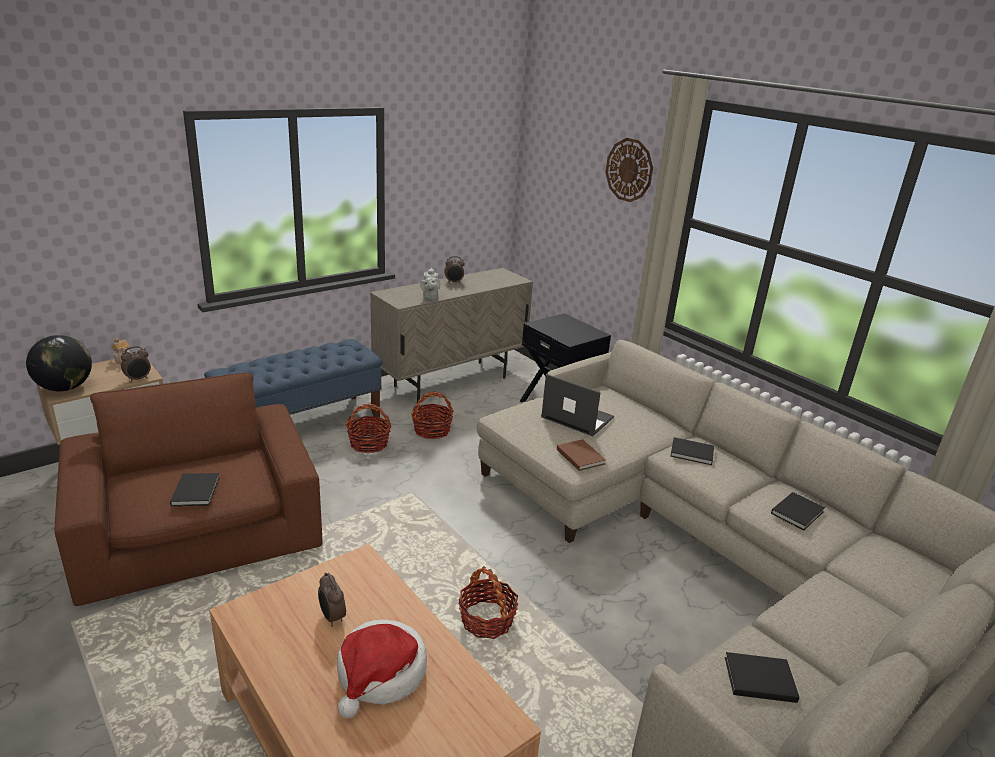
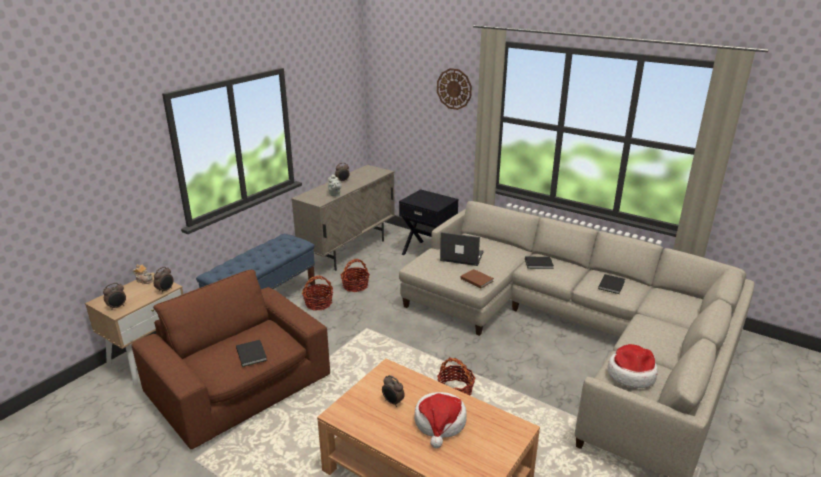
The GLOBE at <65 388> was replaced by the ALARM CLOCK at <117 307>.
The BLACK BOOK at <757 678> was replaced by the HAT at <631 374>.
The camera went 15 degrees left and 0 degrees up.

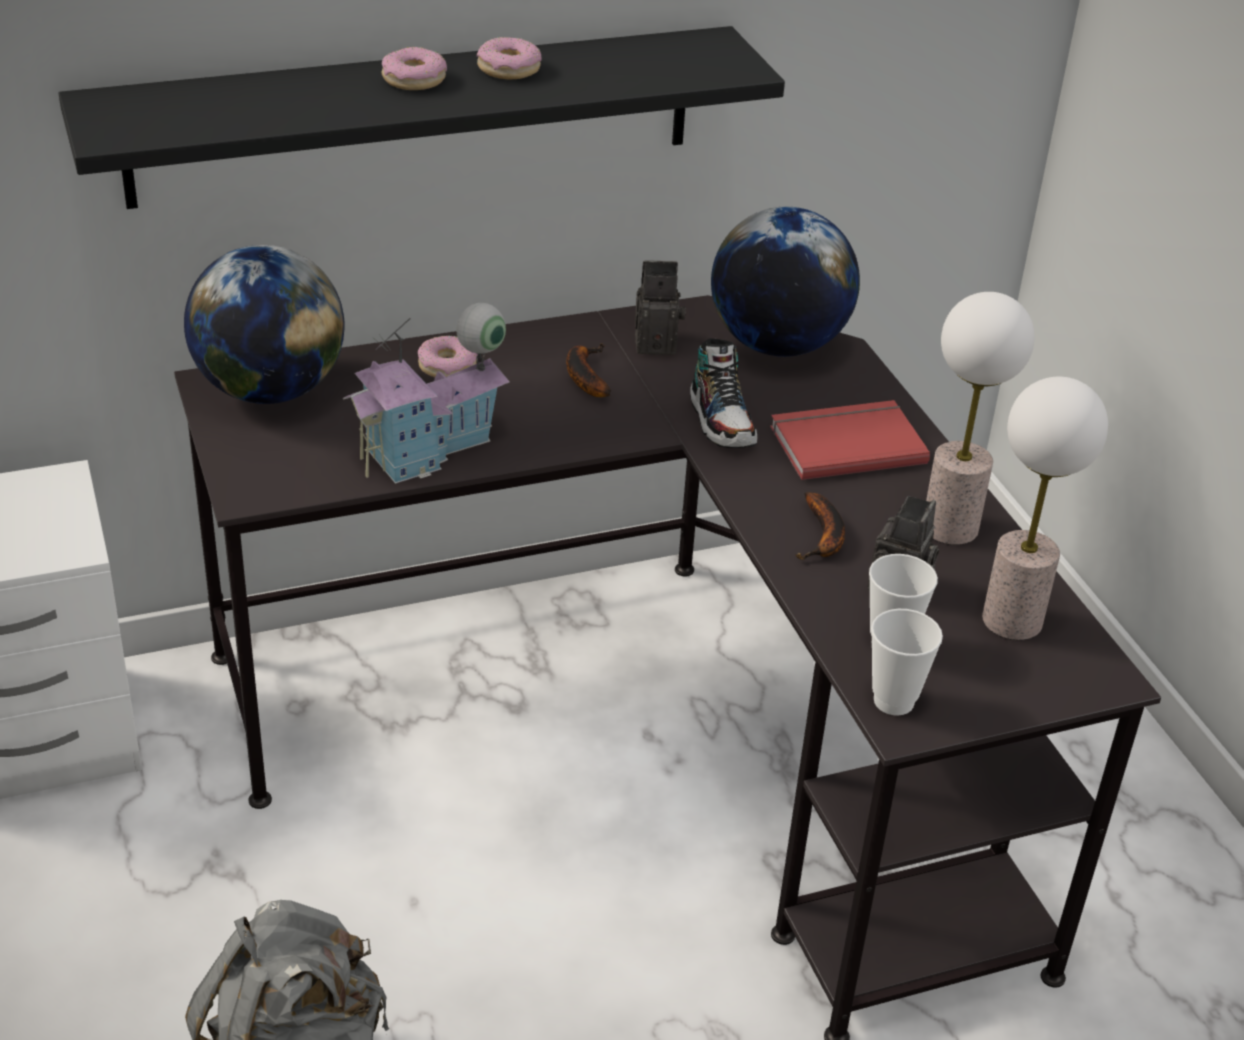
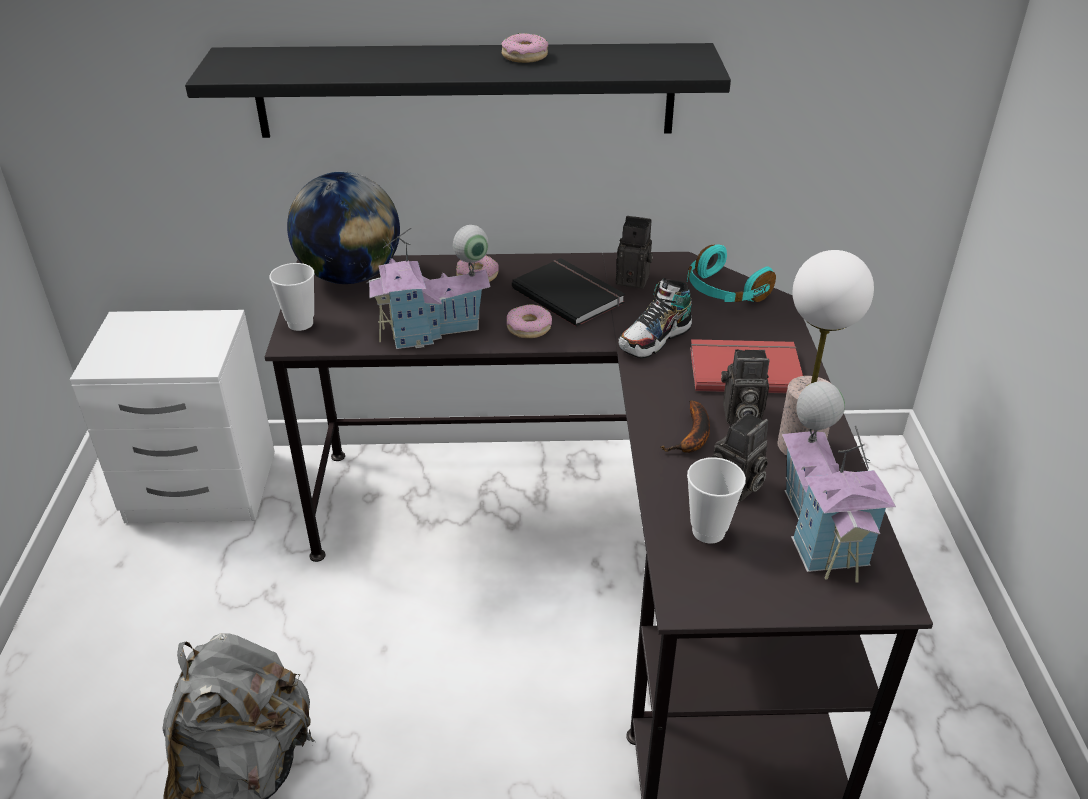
The DONUT moved from <413 79> to <528 328>.
The GLOBE at <777 345> was replaced by the TURQUOISE HEADPHONES at <724 291>.
The SHOE at <722 421> turned 45 degrees clockwise.
The BANANA at <584 375> was replaced by the BLACK BOOK at <569 294>.
The TABLE LAMP at <1011 620> was replaced by the TOY HOUSE at <821 530>.
The CUP moved from <893 701> to <300 323>.
The PHOTO CAMERA at <740 415> appeared.
The camera went 20 degrees right and 0 degrees up.

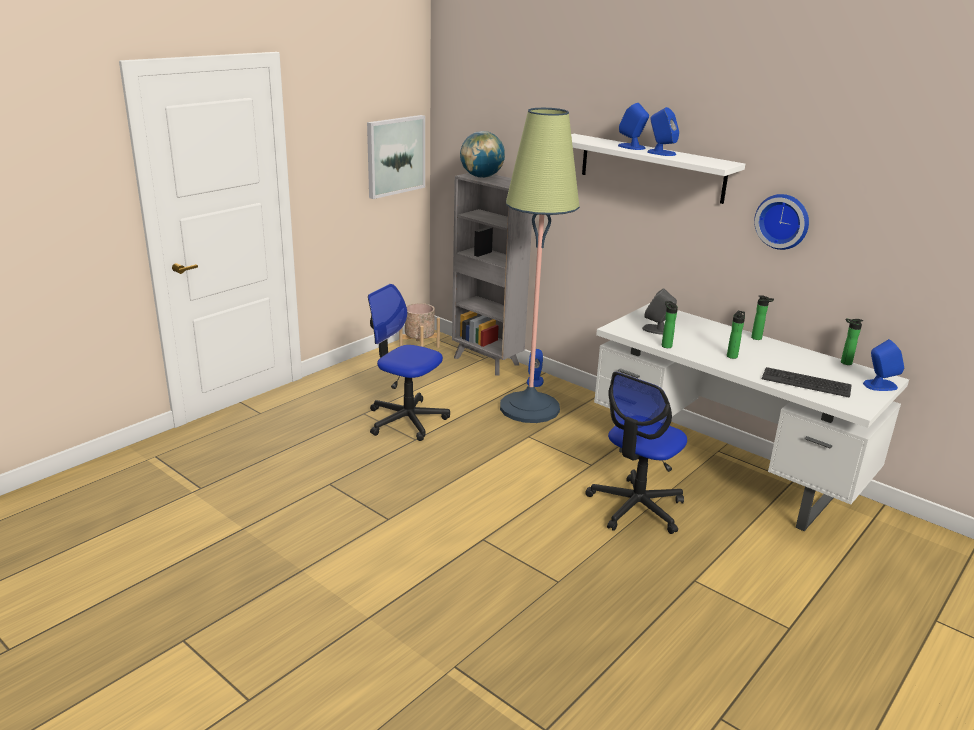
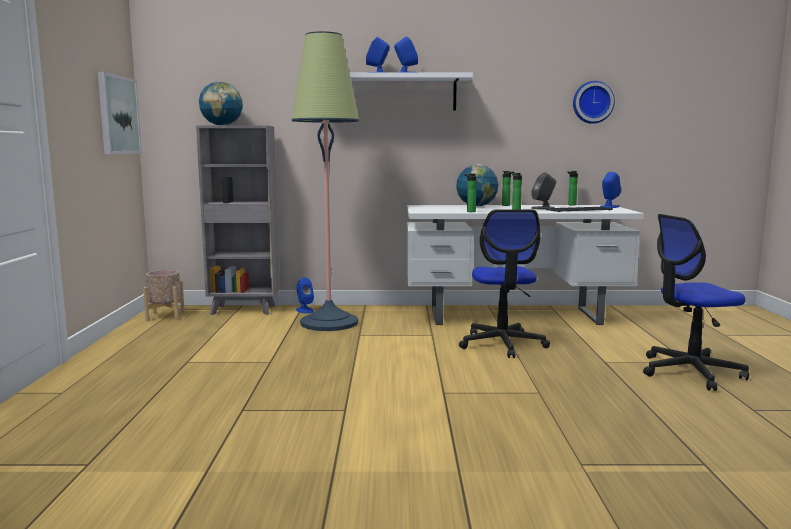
The WALL CLOCK moved from <783 221> to <592 102>.
The OFFICE CHAIR moved from <406 420> to <690 372>.
The GREY SPEAKER moved from <657 330> to <543 208>.
The GLOBE at <476 206> appeared.
The camera went 40 degrees left and 15 degrees down.

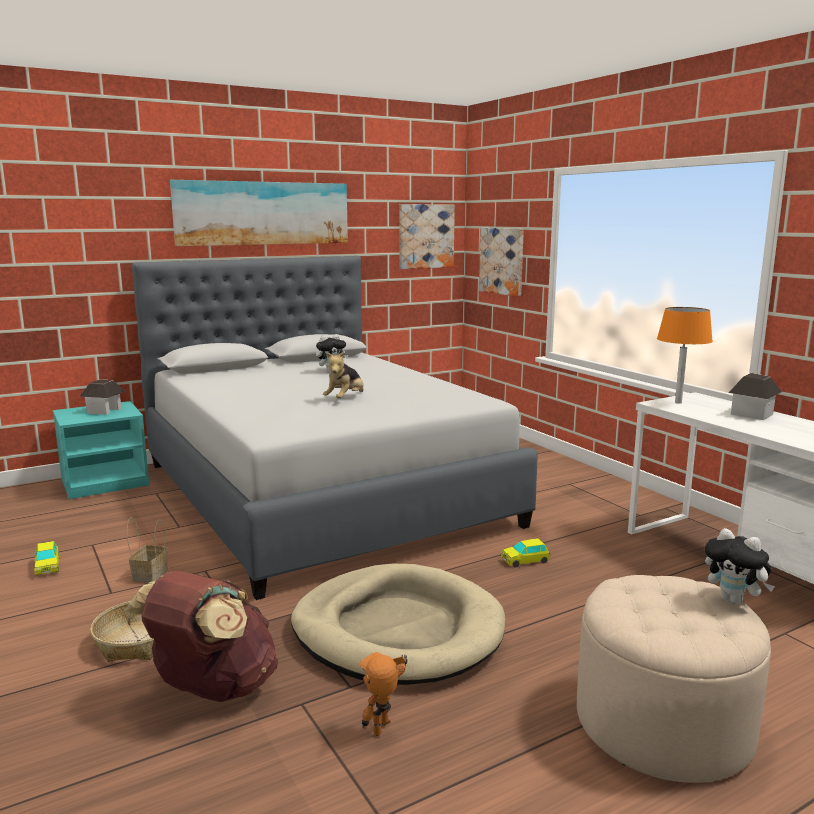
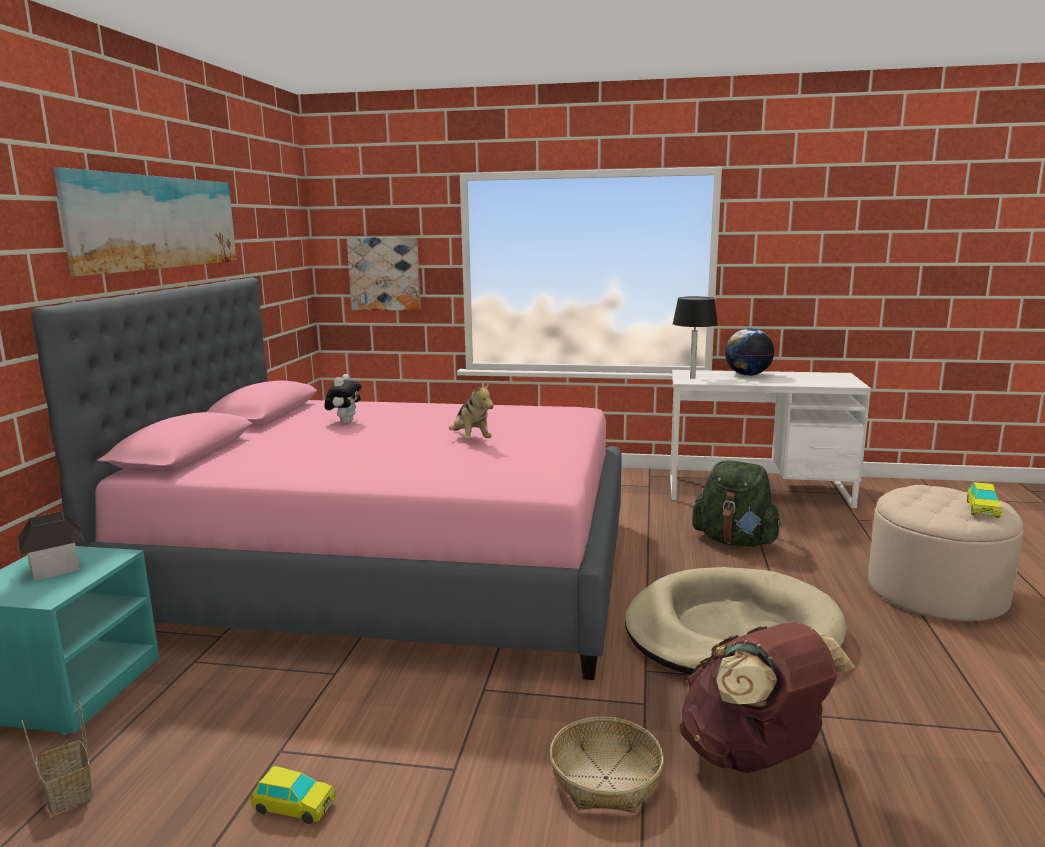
The PICTURE at <425 236> disappeared.
The GREY BED at <321 493> became the PINK BED at <392 571>.
The ORANGE TABLE LAMP at <678 402> became the BLACK TABLE LAMP at <692 378>.
The TOY HOUSE at <752 414> was replaced by the GLOBE at <747 375>.
The BASKET moved from <150 574> to <67 792>.
The PLUSH TOY at <734 600> disappeared.
The TOY CAR moved from <525 561> to <982 510>.
The TOY ROBOT at <386 730> disappeared.
The GREEN BACKPACK at <735 541> appeared.
The camera went 50 degrees left and 0 degrees up.

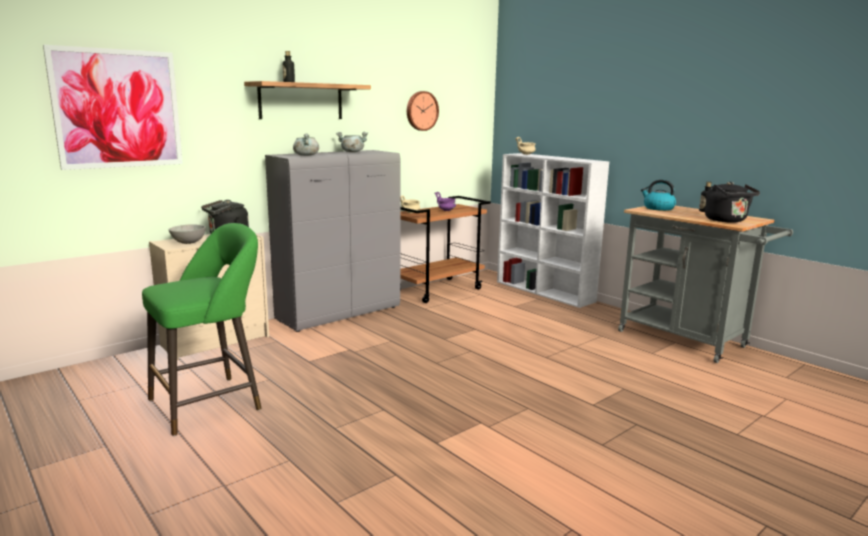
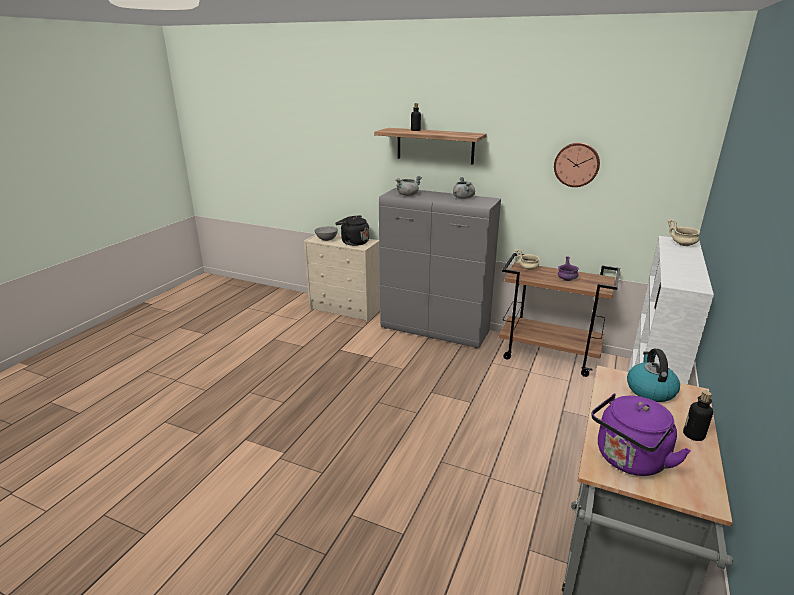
The PICTURE at <118 109> disappeared.
The BLACK KETTLE at <727 221> became the PURPLE KETTLE at <628 460>.
The GREEN STOOL at <211 403> disappeared.
The camera went 65 degrees right and 10 degrees up.

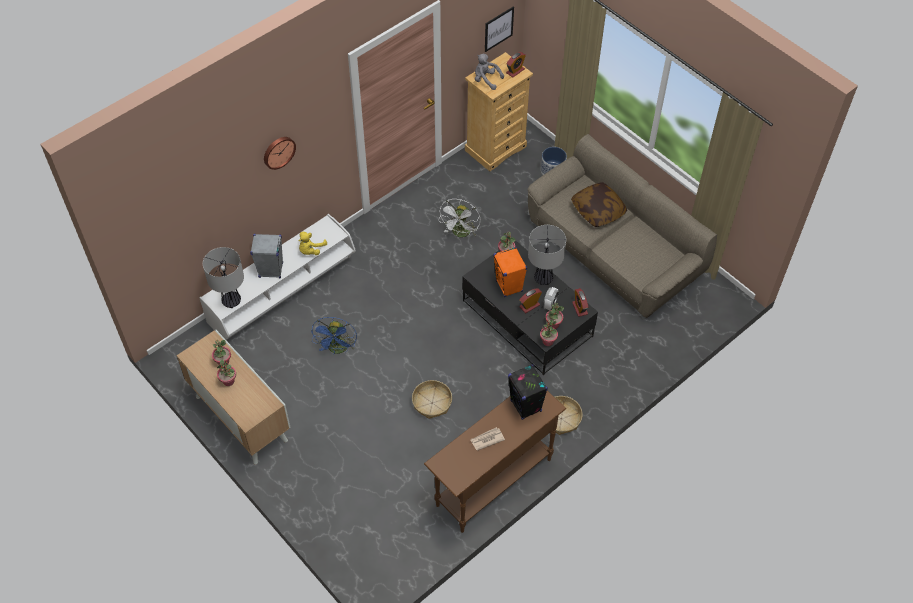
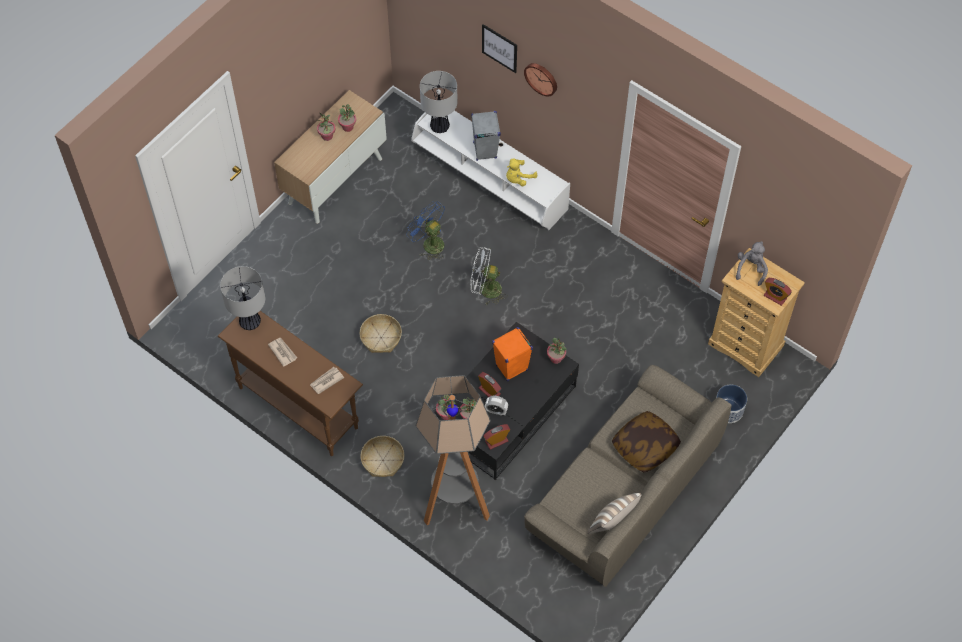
The PICTURE moved from <498 29> to <499 48>.
The WHITE FAN moved from <460 234> to <485 289>.
The TABLE LAMP moved from <543 279> to <250 322>.
The YELLOW PLUSH TOY at <311 250> turned 60 degrees counterclockwise.
The BLUE FAN at <338 349> turned 45 degrees clockwise.
The BLACK SPEAKER at <526 406> was replaced by the NEWSPAPER at <326 381>.
The FLOOR LAMP at <455 503> appeared.
The PILLOW at <612 524> appeared.
The camera went 80 degrees right and 5 degrees up.

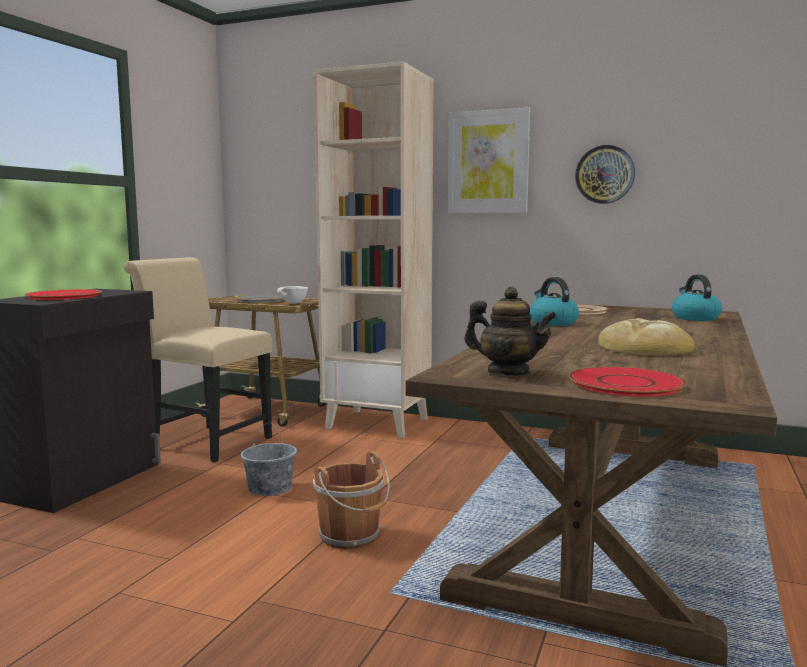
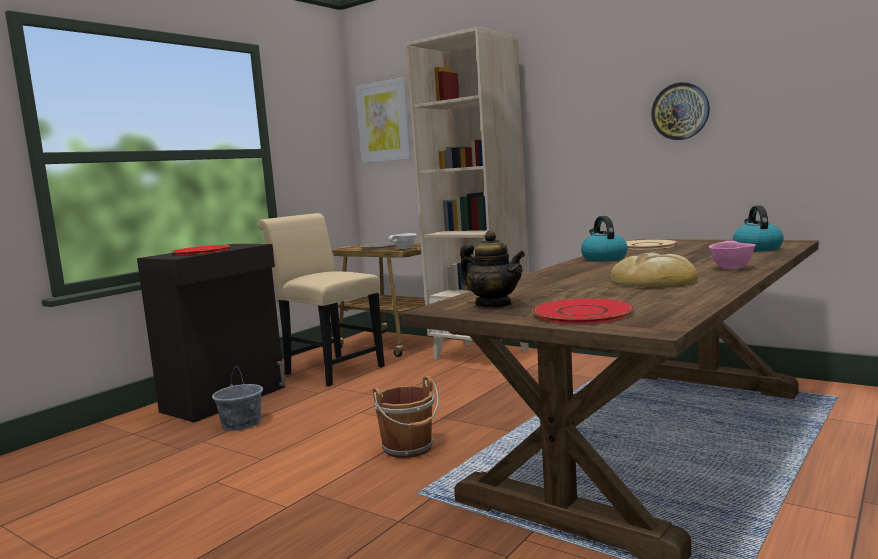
The PICTURE moved from <488 162> to <384 121>.
The GREY BUCKET moved from <270 488> to <241 423>.
The PINK BOWL at <730 268> appeared.
The camera went 15 degrees right and 0 degrees up.

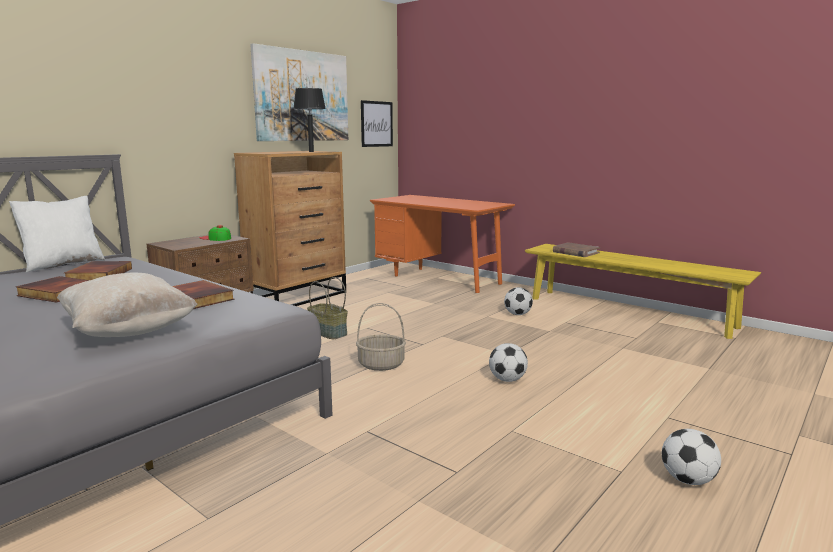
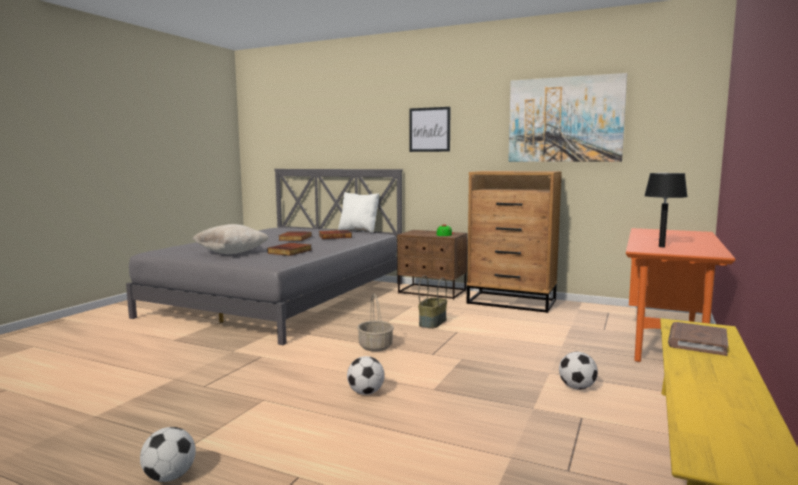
The BLACK TABLE LAMP moved from <311 151> to <662 246>.
The PICTURE moved from <376 124> to <429 129>.
The camera went 75 degrees right and 5 degrees down.

